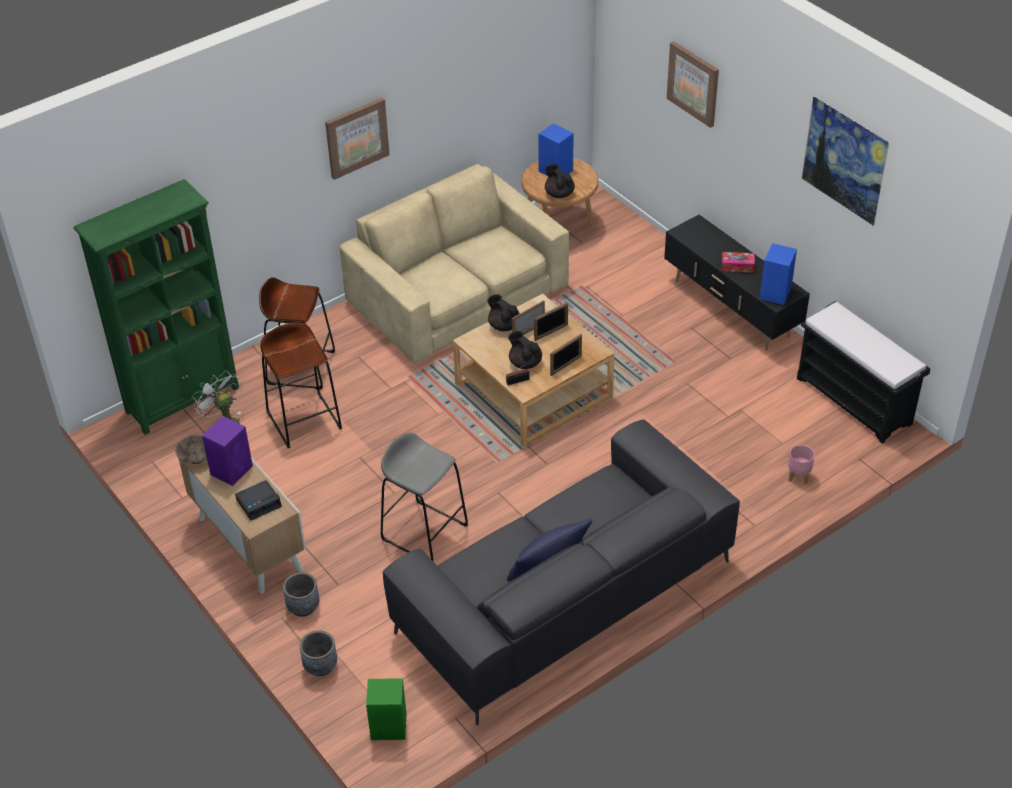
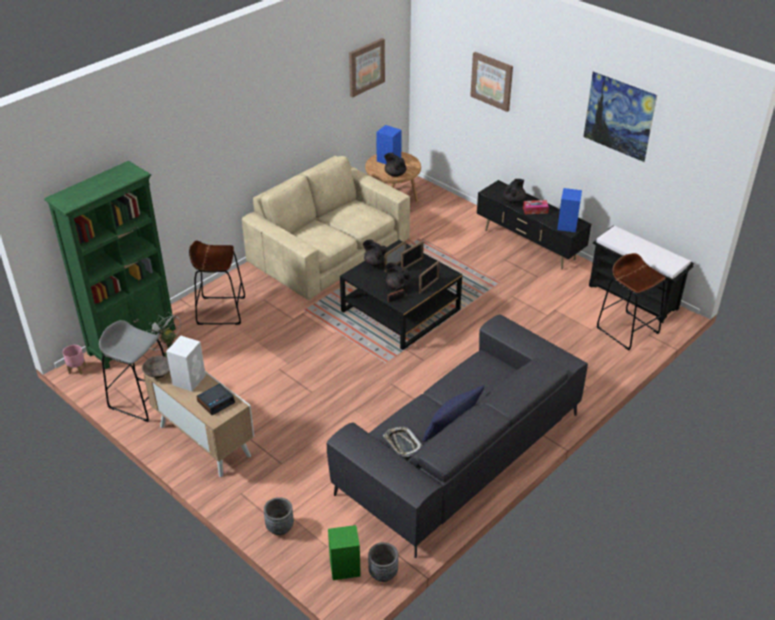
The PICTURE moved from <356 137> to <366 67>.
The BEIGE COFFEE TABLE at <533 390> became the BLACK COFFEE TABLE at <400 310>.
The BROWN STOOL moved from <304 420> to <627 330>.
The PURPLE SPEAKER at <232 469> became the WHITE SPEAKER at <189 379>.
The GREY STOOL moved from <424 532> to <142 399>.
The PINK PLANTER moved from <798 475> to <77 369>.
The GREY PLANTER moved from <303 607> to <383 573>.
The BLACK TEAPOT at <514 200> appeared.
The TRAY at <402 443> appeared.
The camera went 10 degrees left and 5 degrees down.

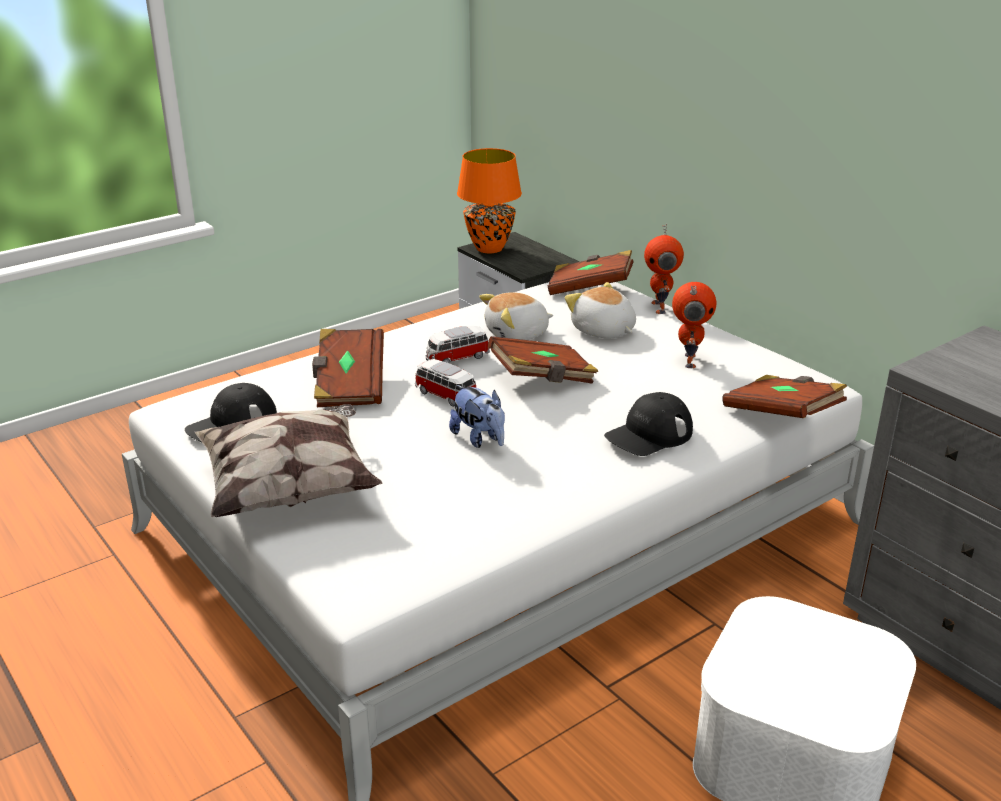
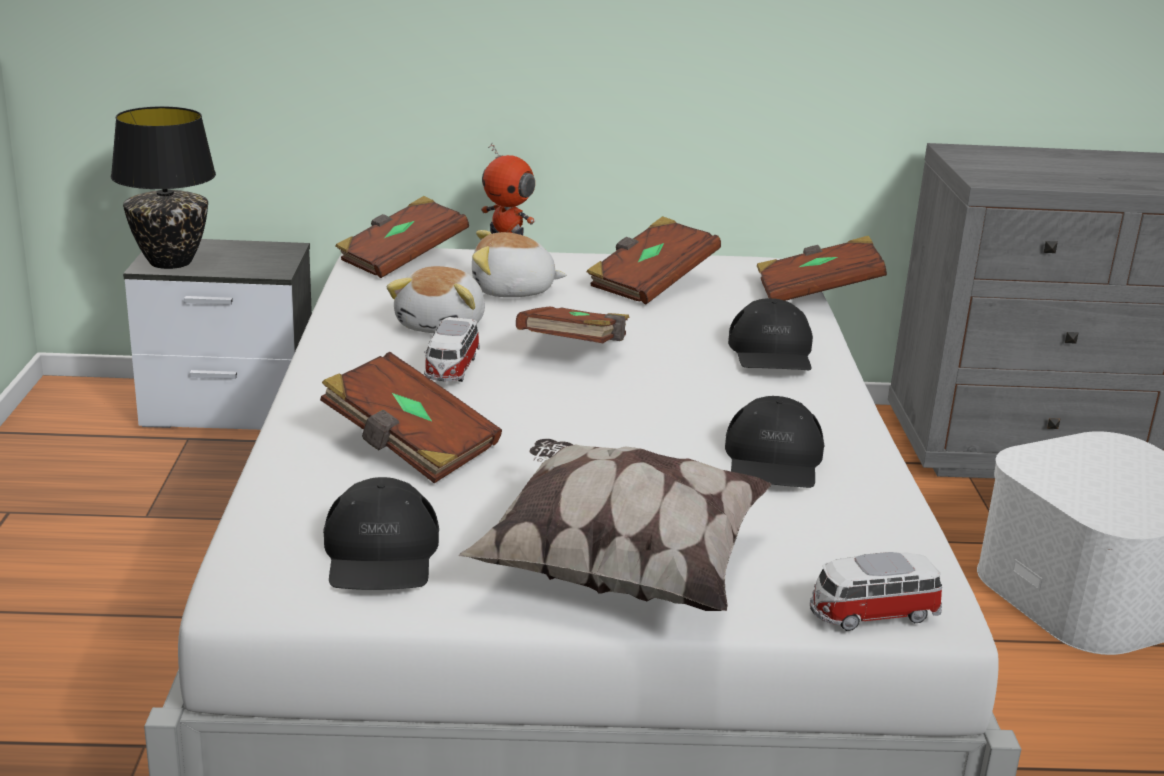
The ORANGE TABLE LAMP at <490 248> became the BLACK TABLE LAMP at <171 262>.
The TOY ROBOT at <688 361> was replaced by the BROWN BOOK at <650 284>.
The TOY CAR moved from <444 395> to <871 614>.
The PLUSH TOY at <479 439> disappeared.
The BLACK CAP at <773 460> appeared.
The camera went 55 degrees left and 5 degrees down.

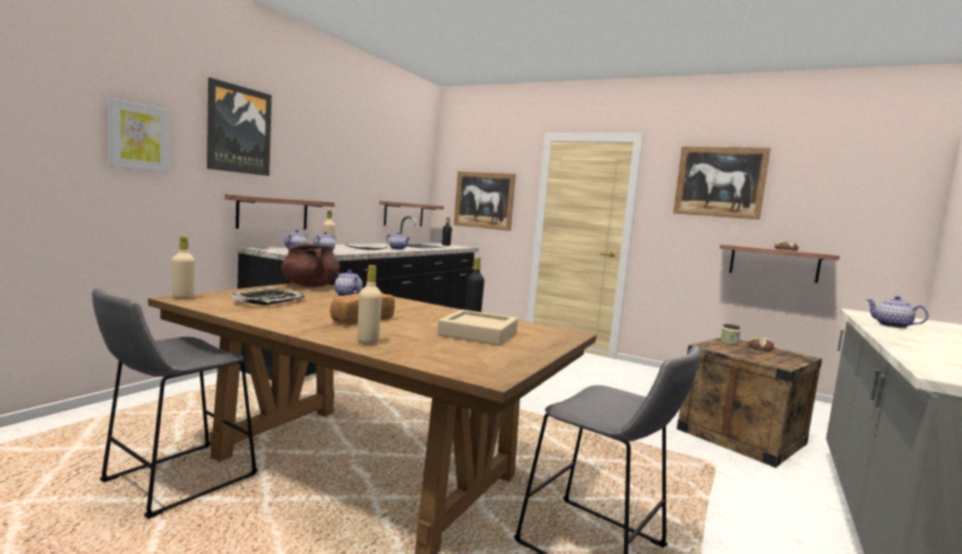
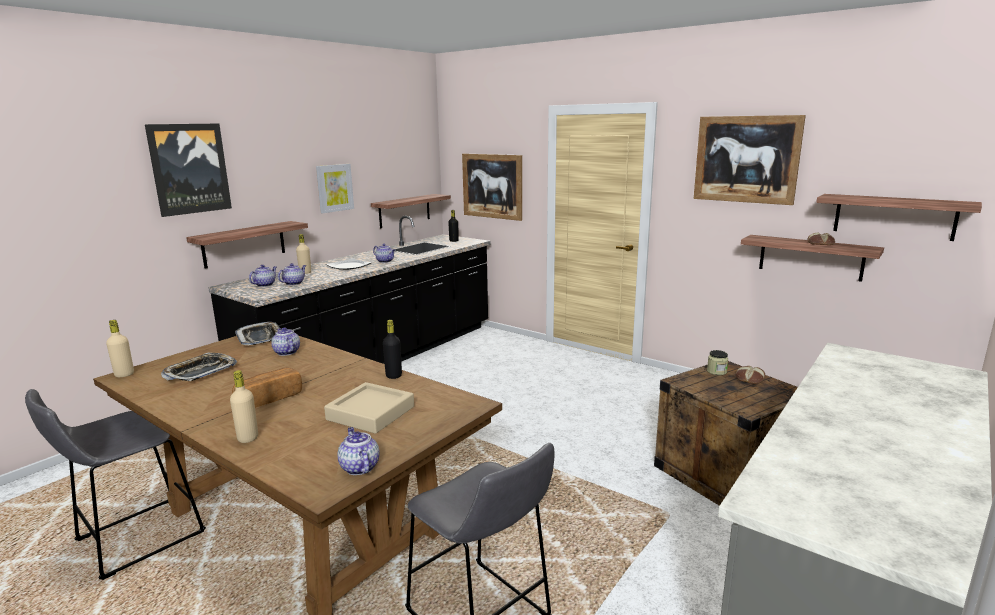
The PICTURE moved from <138 137> to <334 188>.
The BROWN COOKING POT at <310 286> was replaced by the TRAY at <260 337>.
The TEAPOT moved from <891 326> to <359 467>.
The SHELF at <894 216> appeared.
The camera went 10 degrees right and 10 degrees up.

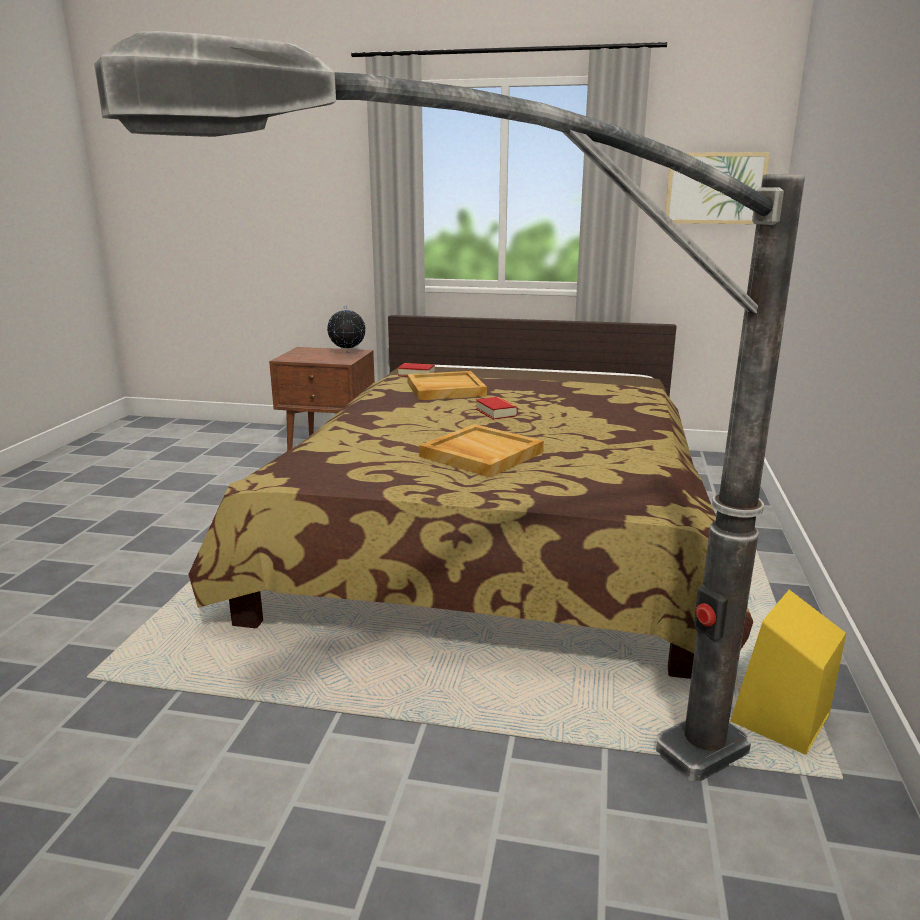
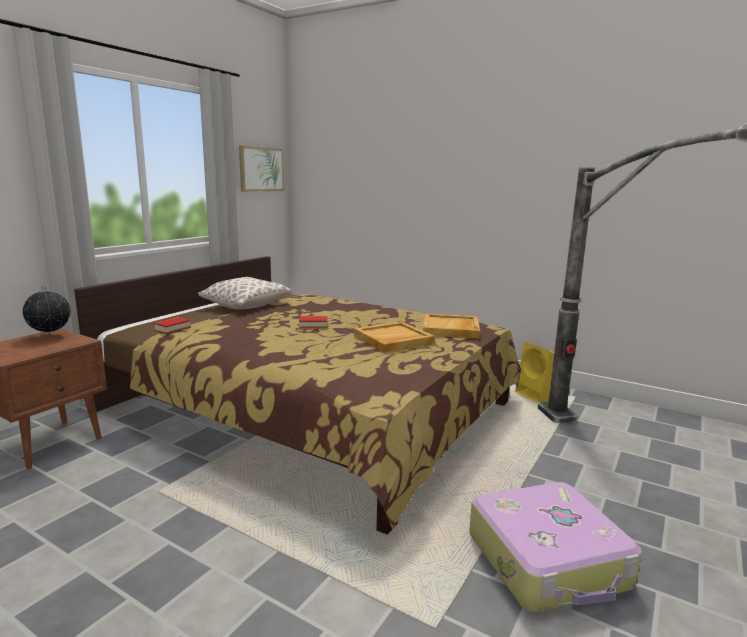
The BEIGE TRAY moved from <445 389> to <451 329>.
The PILLOW at <246 307> appeared.
The SUITCASE at <548 561> appeared.
The camera went 70 degrees left and 5 degrees down.

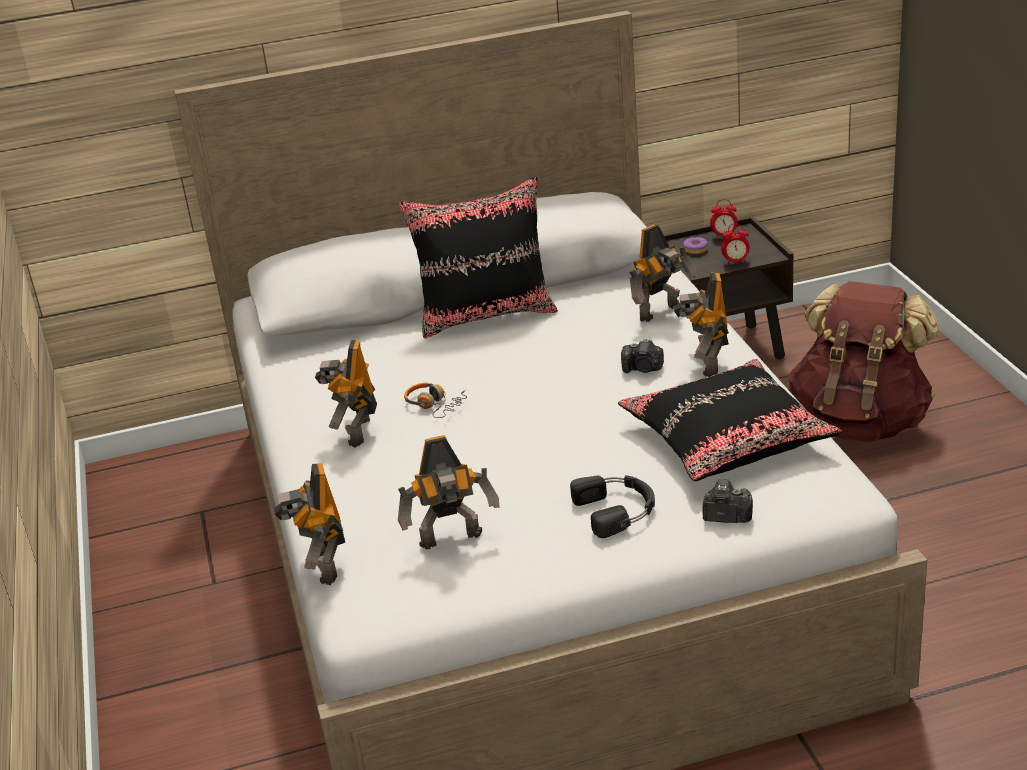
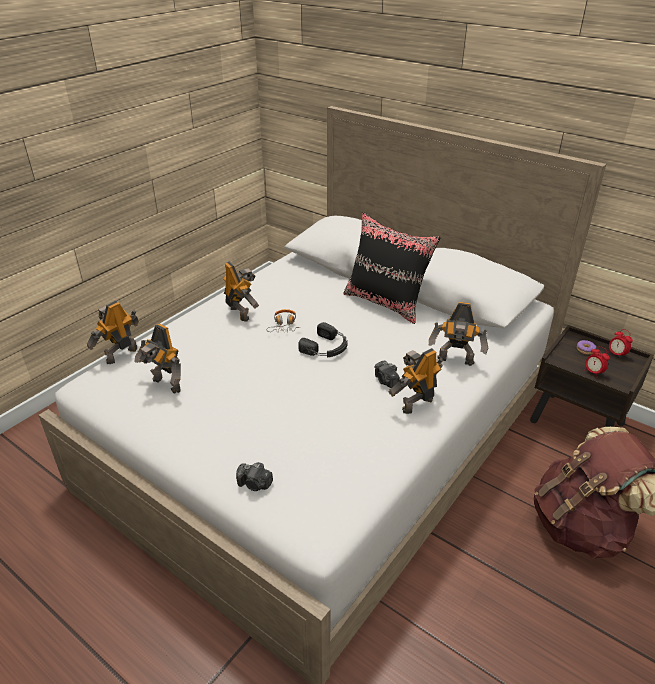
The TOY ROBOT at <356 432> turned 90 degrees clockwise.
The BLACK PILLOW at <727 438> disappeared.
The BLACK HEADPHONES moved from <617 510> to <326 347>.
The PHOTO CAMERA at <726 516> turned 135 degrees clockwise.
The camera went 50 degrees right and 5 degrees up.

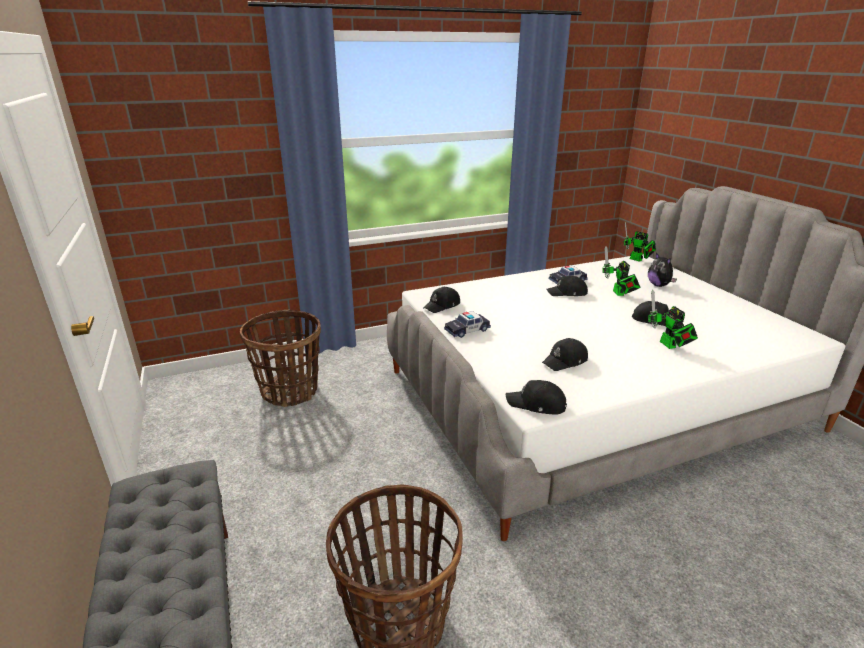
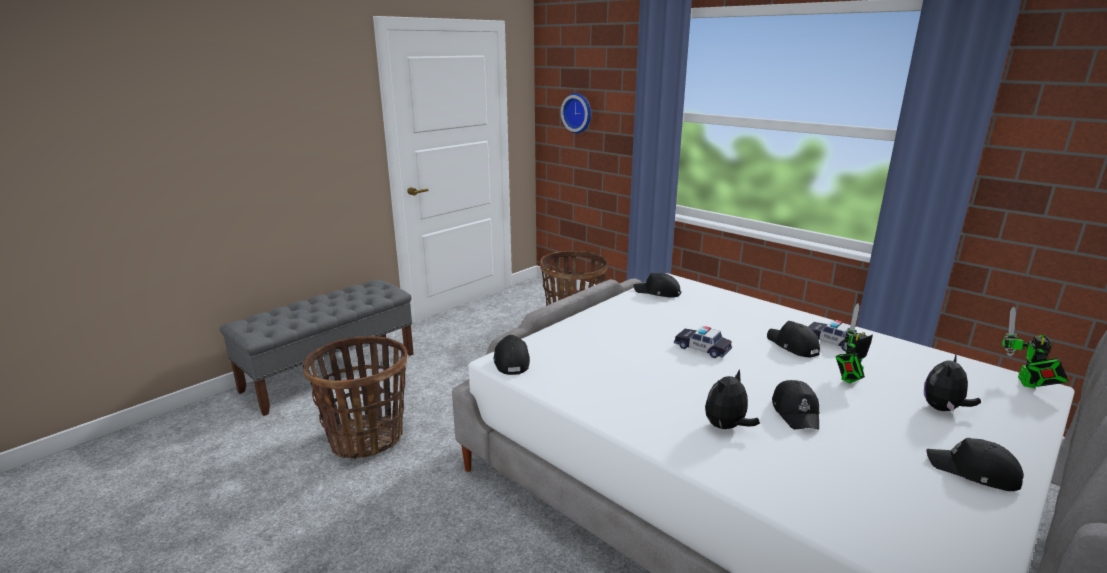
The TOY ROBOT at <669 346> was replaced by the PLUSH TOY at <726 427>.
The TOY CAR moved from <467 330> to <702 348>.
The BLACK CAP moved from <565 361> to <974 472>.
The WALL CLOCK at <578 113> appeared.
The camera went 65 degrees right and 5 degrees down.

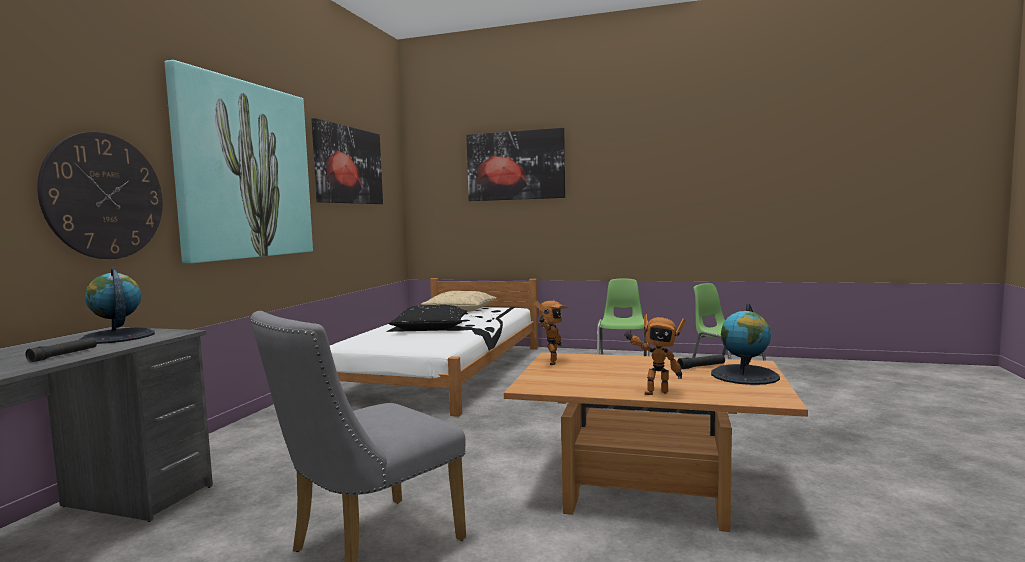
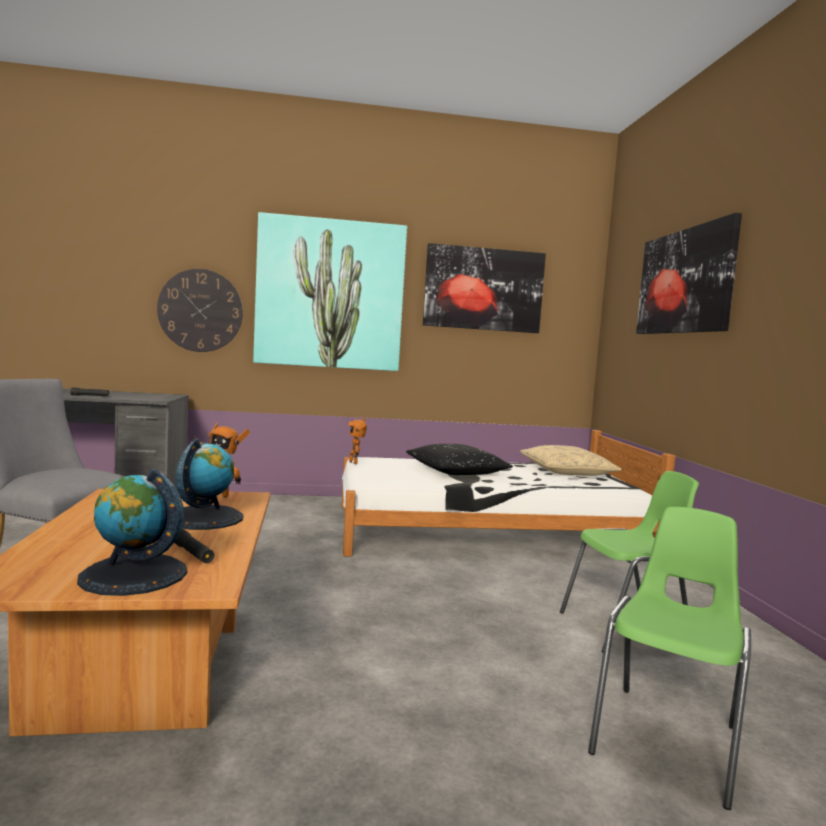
The GLOBE moved from <117 337> to <204 518>.
The TOY ROBOT moved from <654 392> to <355 463>.
The camera went 65 degrees right and 0 degrees up.

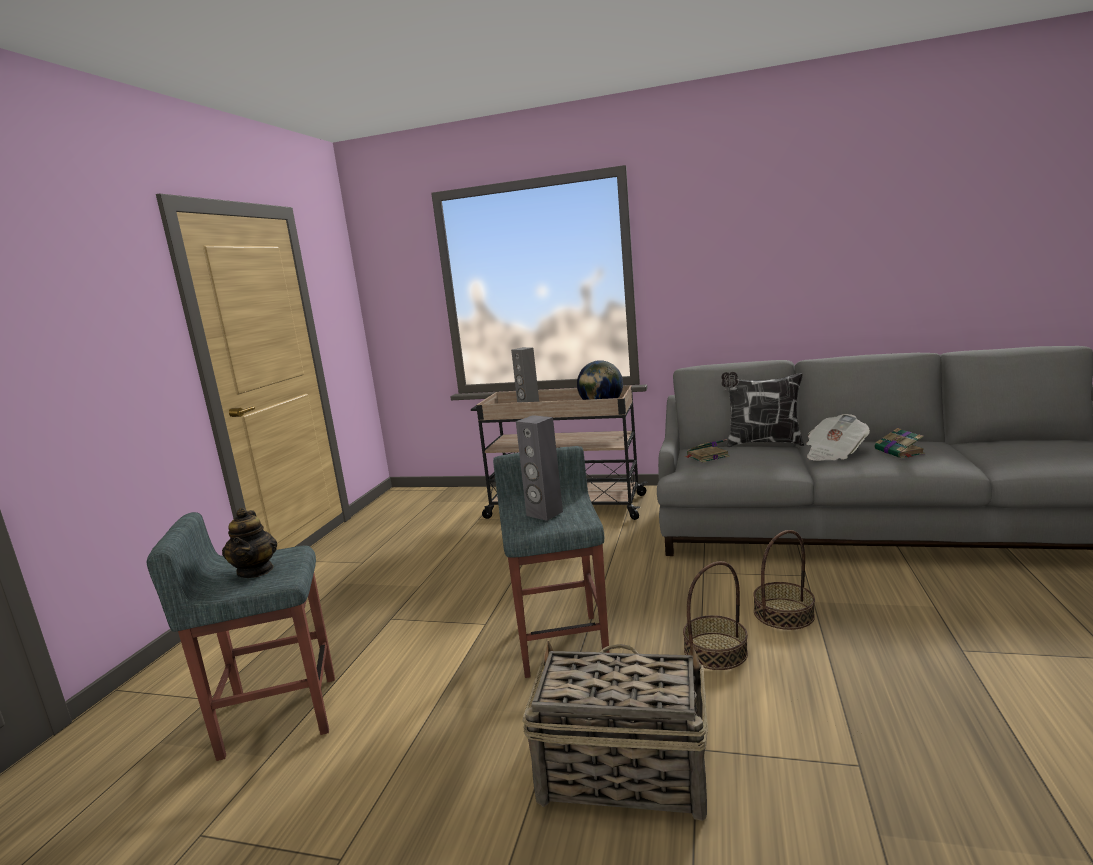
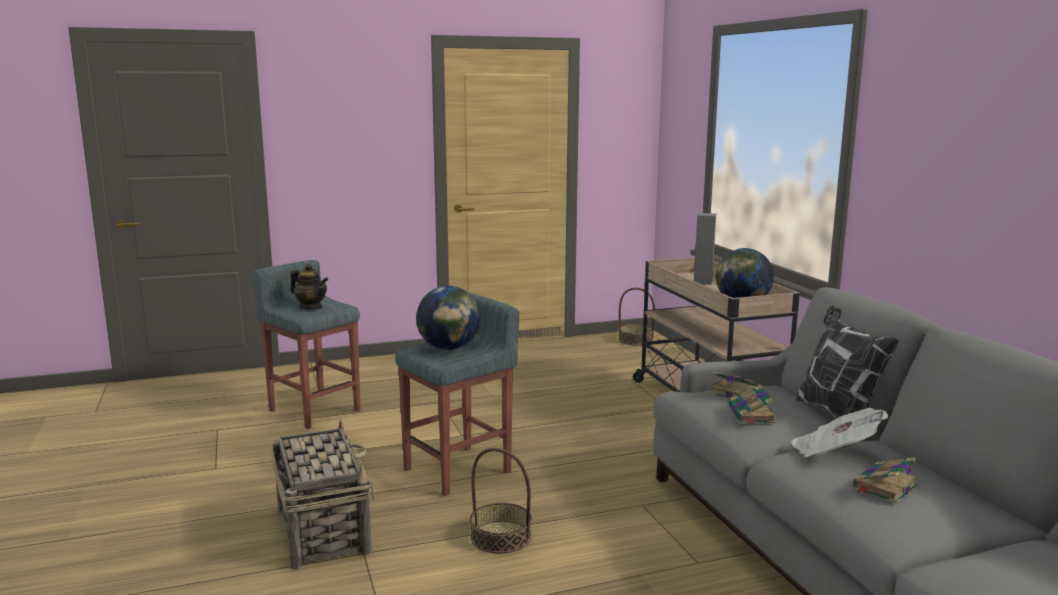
The GREY SPEAKER at <544 514> was replaced by the GLOBE at <449 348>.
The TEAPOT at <256 571> turned 105 degrees counterclockwise.
The BASKET moved from <783 613> to <635 340>.
The BOOK at <751 415> appeared.
The camera went 55 degrees right and 0 degrees up.

